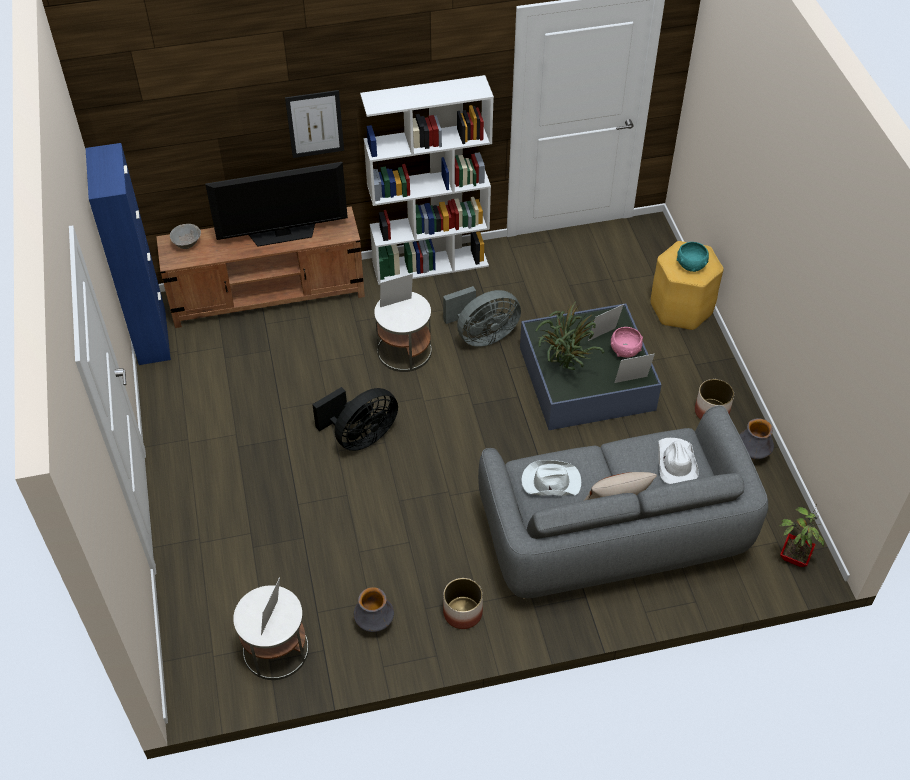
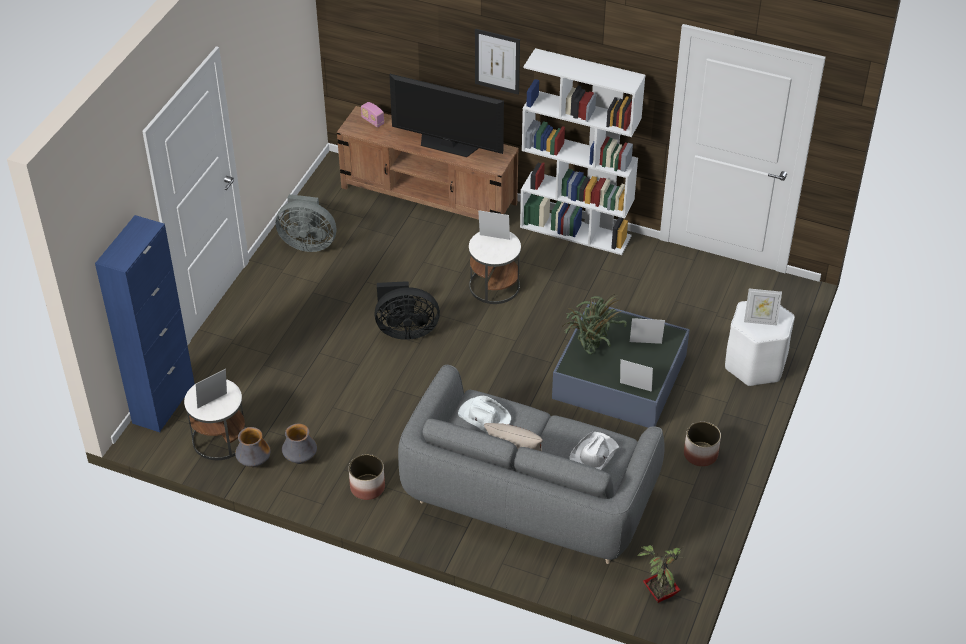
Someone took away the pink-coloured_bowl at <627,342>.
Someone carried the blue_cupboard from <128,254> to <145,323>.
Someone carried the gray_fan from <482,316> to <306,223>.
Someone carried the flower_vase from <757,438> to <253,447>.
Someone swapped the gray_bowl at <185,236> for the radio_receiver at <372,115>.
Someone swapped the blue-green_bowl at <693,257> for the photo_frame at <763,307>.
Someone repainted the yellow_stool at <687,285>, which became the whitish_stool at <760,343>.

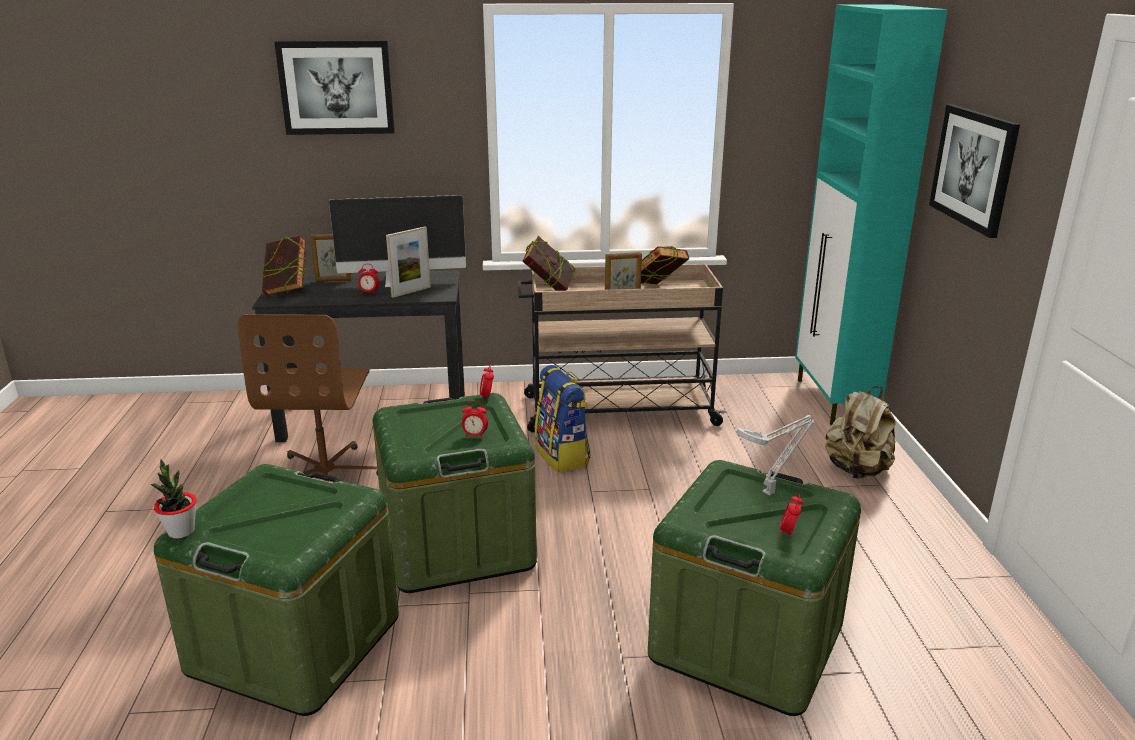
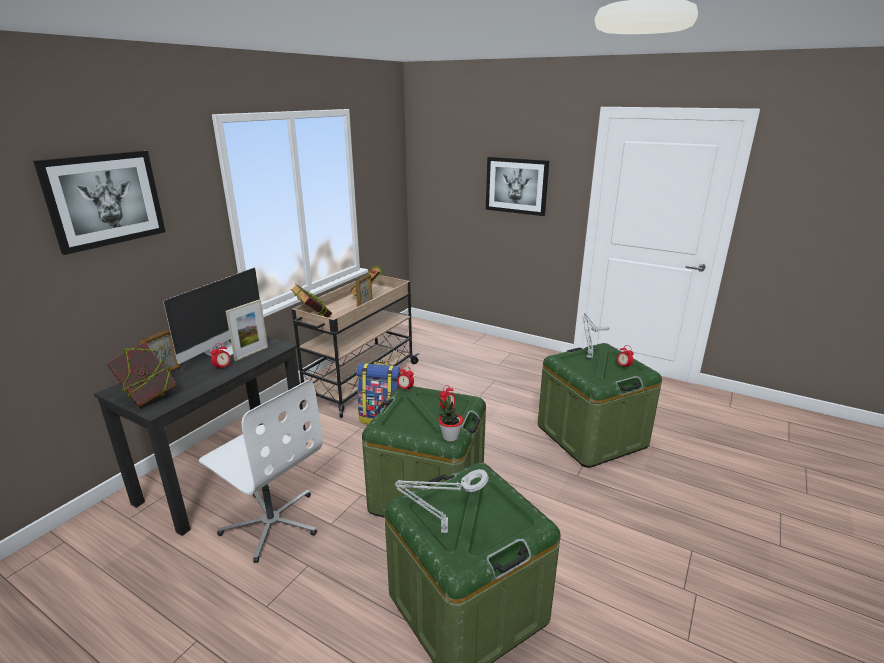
Someone took away the blue-green_cupboard at <871,215>.
Someone took away the beige_knapsack at <860,432>.
Someone put down the gray_tabletop_lamp at <442,501>.
Someone carried the potted_plant from <174,498> to <450,419>.
Someone repainted the brownish_desk_chair at <308,398>, which became the whitish_desk_chair at <261,471>.
Someone rotated the photo_frame at <408,262> by 45 degrees clockwise.

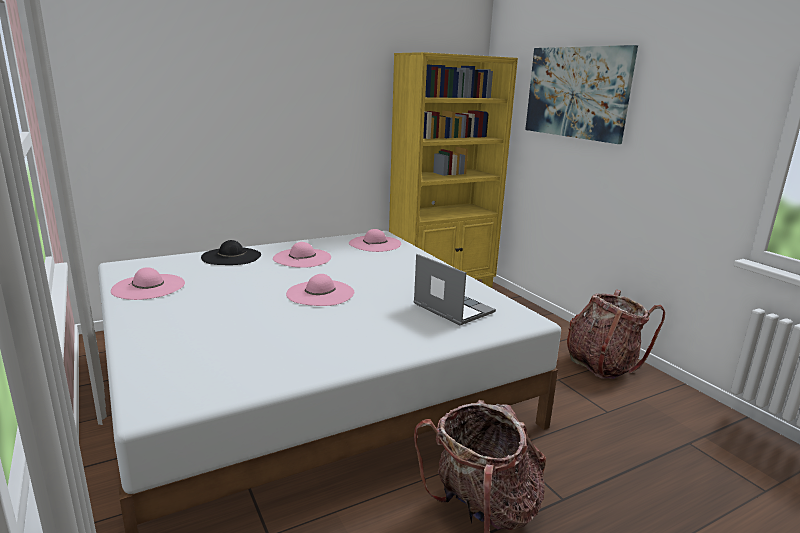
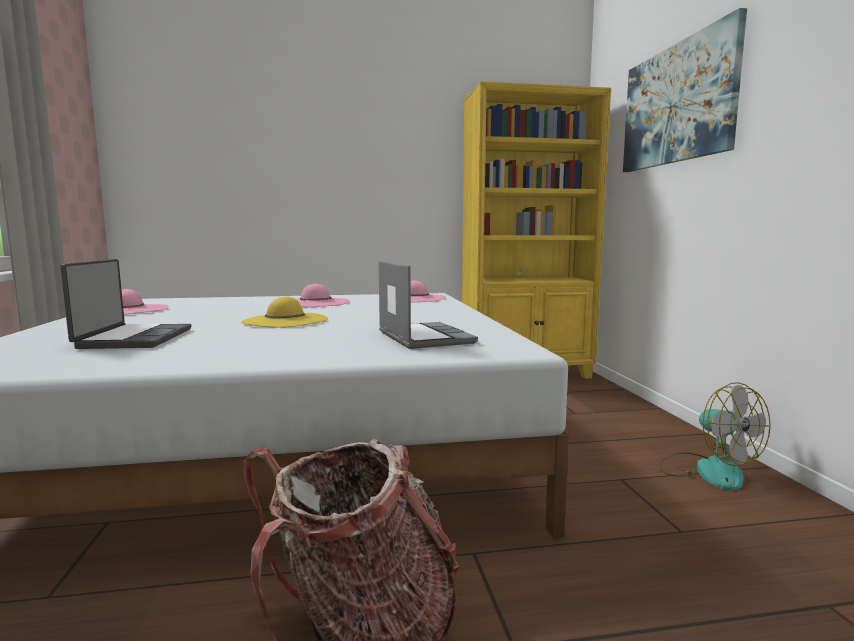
Someone took away the black_clothing_hat at <231,252>.
Someone put down the notebook_computer at <125,304>.
Someone swapped the knapsack at <616,334> for the fan at <715,436>.
Someone repainted the pink-coloured_clothing_hat at <320,290>, which became the yellow_clothing_hat at <284,312>.

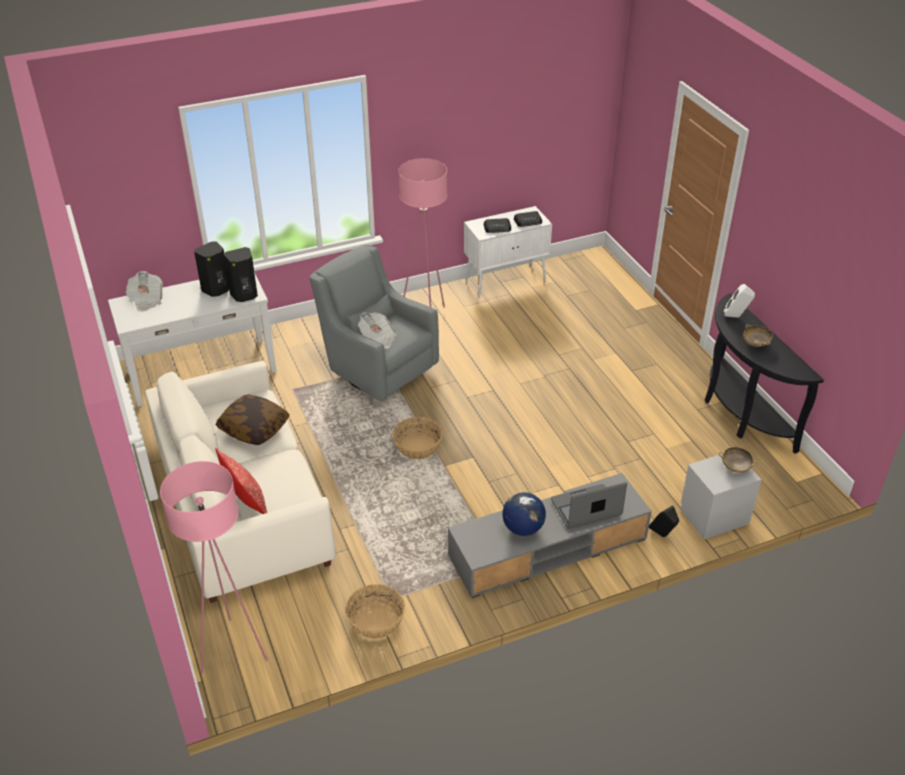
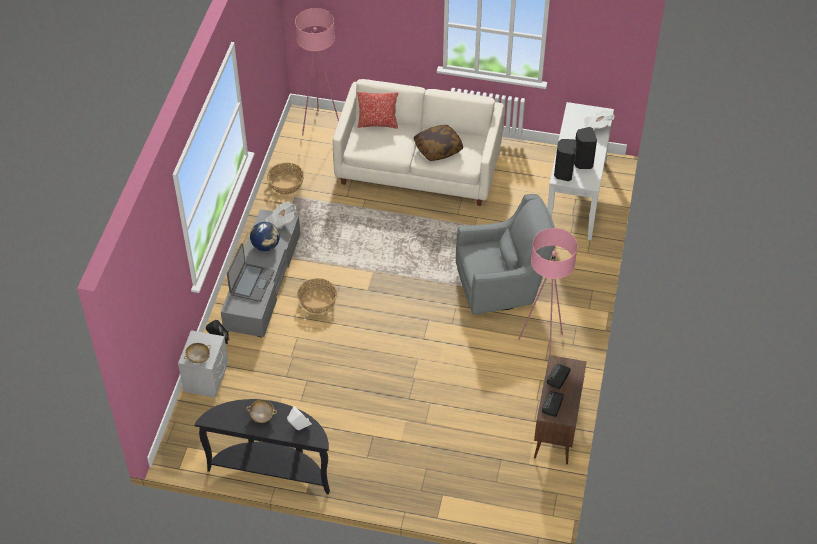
Someone carried the newspaper from <377,330> to <280,215>.
Someone carried the storage_basket from <417,438> to <317,296>.
Someone repainted the whitish_cupboard at <508,252>, which became the brownish_cupboard at <560,409>.

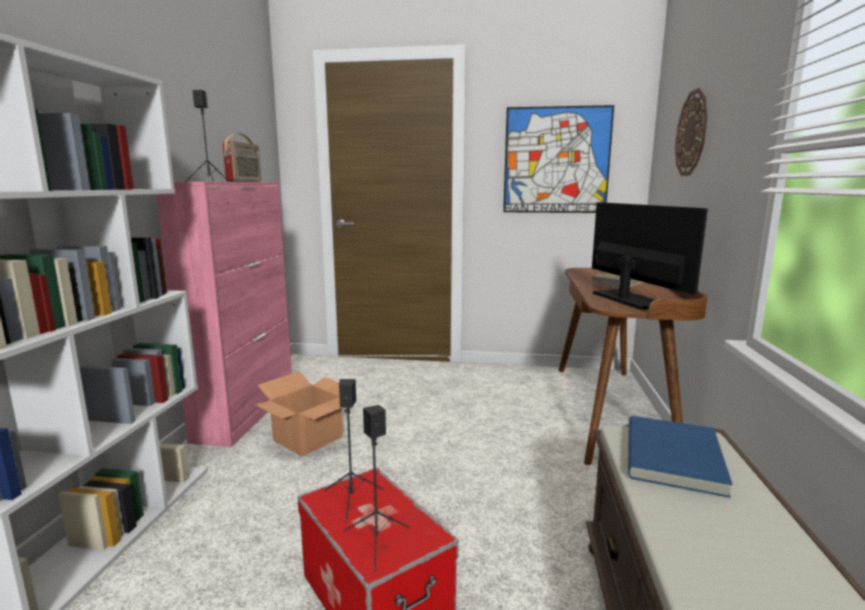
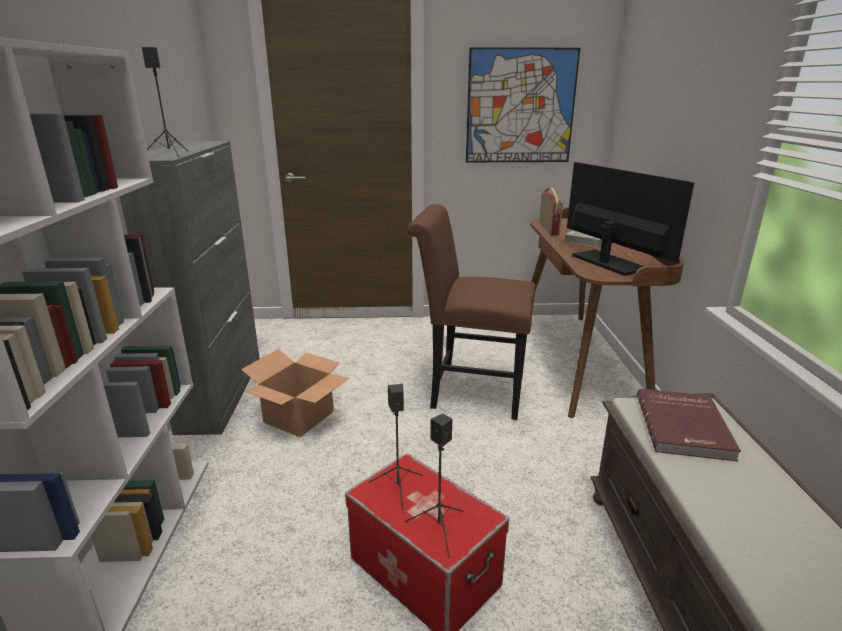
Someone took away the wall_clock at <691,132>.
Someone put down the brownish_upright_chair at <471,312>.
Someone carried the radio_receiver from <241,157> to <551,211>.
Someone repainted the pink-coloured_cupboard at <224,314>, which became the gray_cupboard at <190,288>.
Someone repainted the blue_bound_book at <680,457>, which became the red_bound_book at <689,425>.

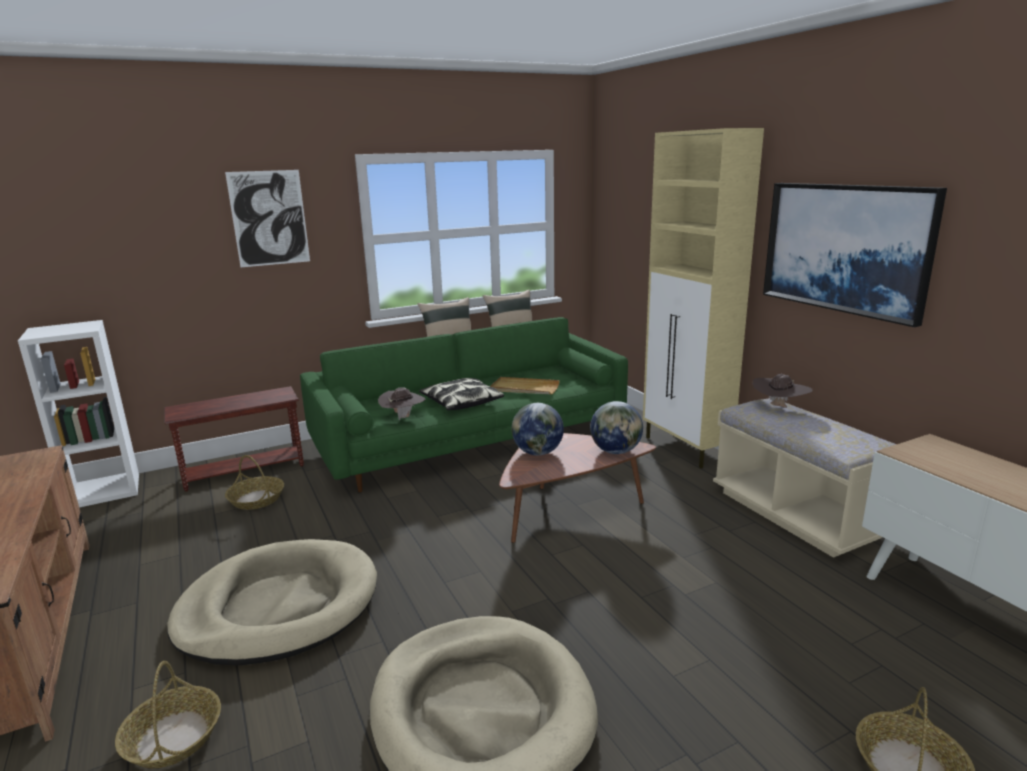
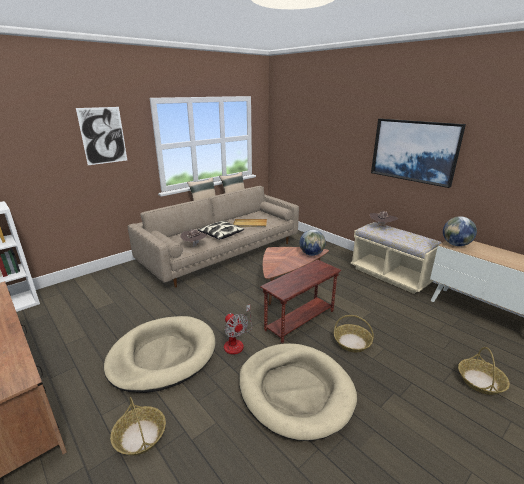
Someone took away the beige_cupboard at <703,298>.
Someone put down the fan at <238,329>.
Someone carried the brownish_accent_table from <234,439> to <300,301>.
Someone carried the storage_basket from <254,482> to <354,333>.
Someone carried the desk_globe from <538,429> to <460,231>.
Someone repainted the green_couch at <464,404>, which became the beige_couch at <213,237>.

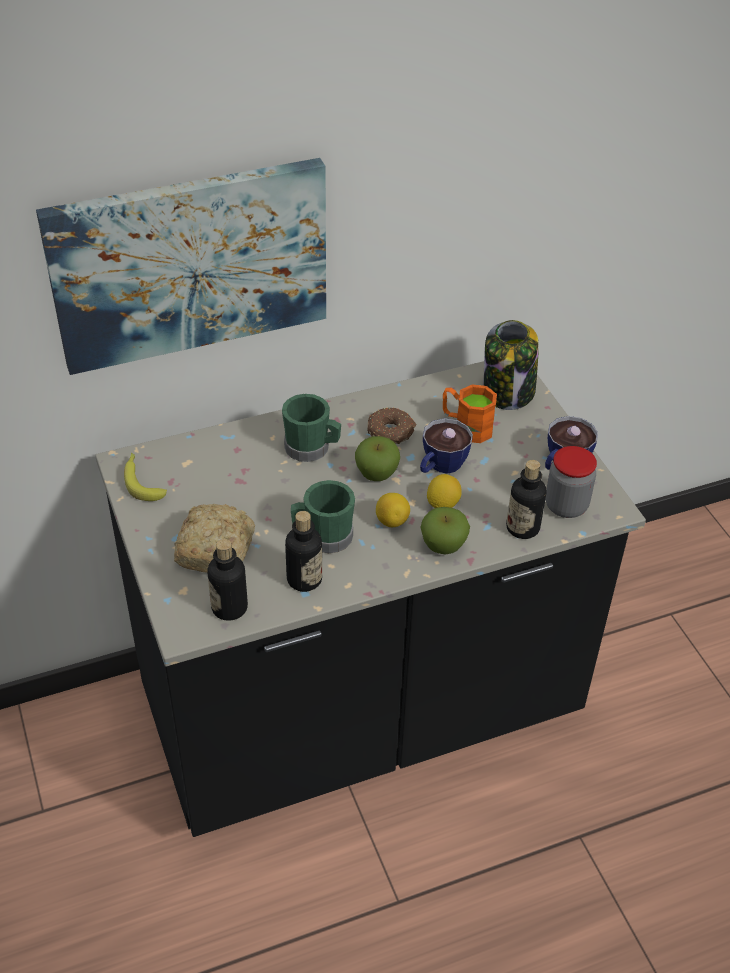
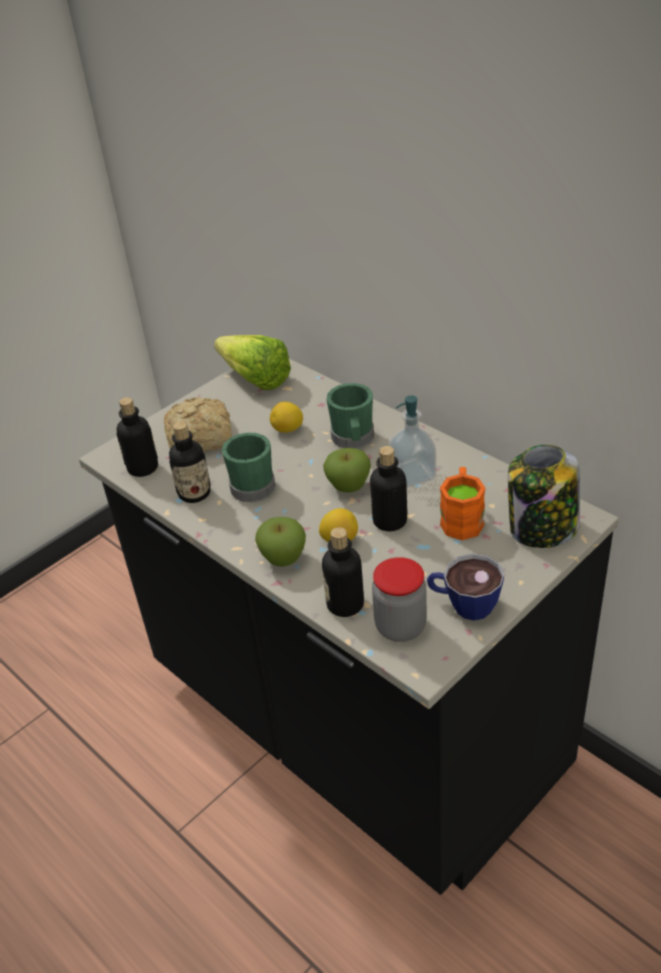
Someone took away the picture at <181,266>.
Someone carried the citrus_fruit from <393,510> to <286,417>.
Someone swapped the banana at <145,477> for the head_of_lettuce at <252,362>.
Someone swapped the ring_doughnut at <392,425> for the soap_bottle at <412,441>.
Someone swapped the small_cup at <446,446> for the drink_bottle at <389,488>.

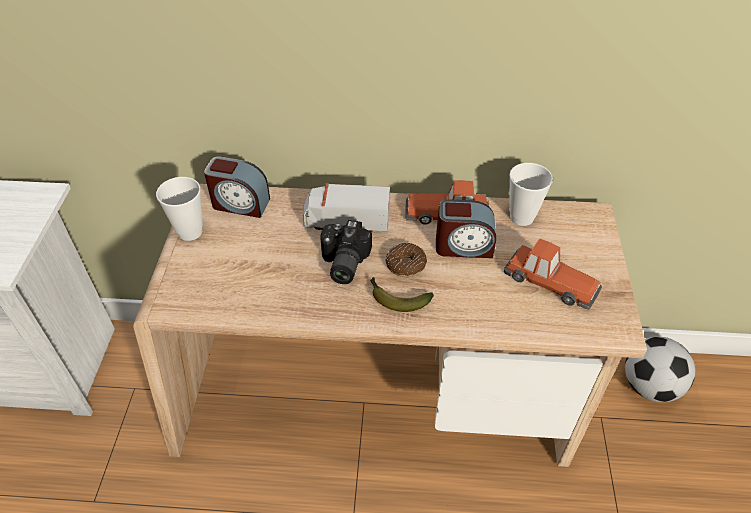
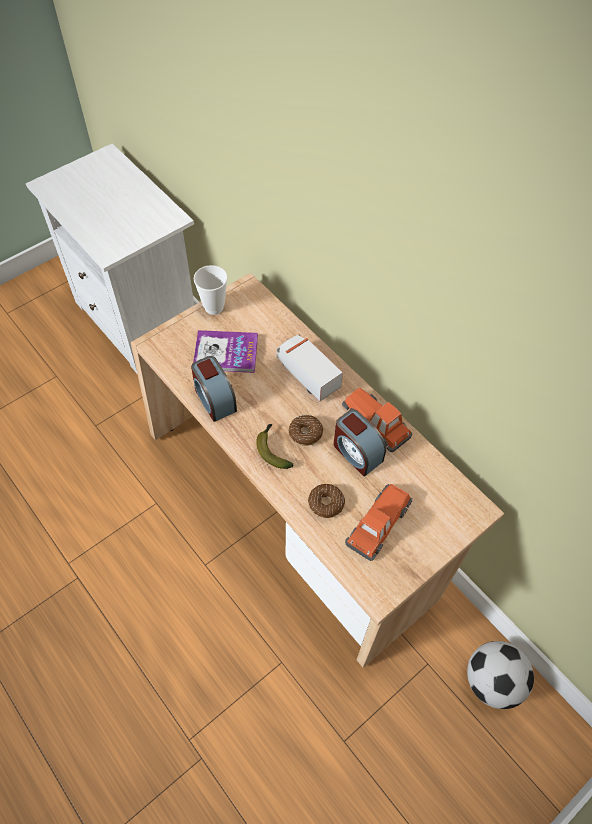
Someone took away the still_camera at <346,252>.
Someone took away the small_cup at <531,194>.
Someone put down the bound_book at <225,351>.
Someone put down the ring_doughnut at <326,501>.
Someone carried the bedside_clock from <237,187> to <214,389>.
Someone rotated the toy_car at <553,274> by 135 degrees counterclockwise.

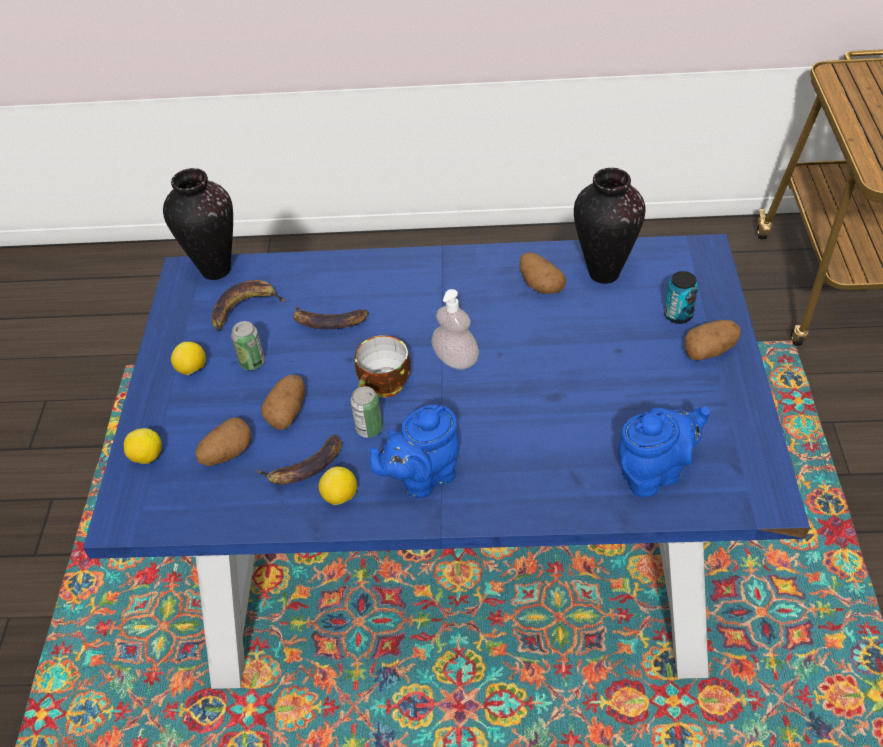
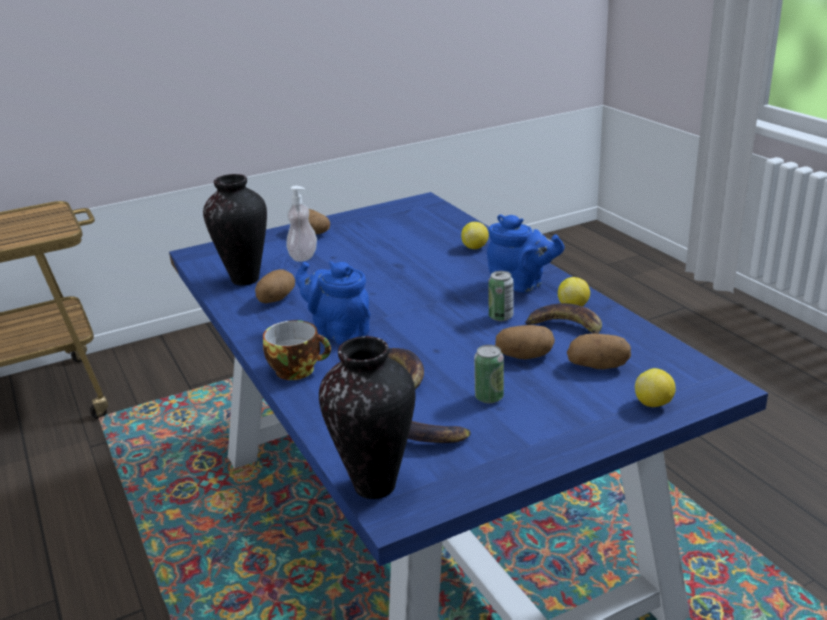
Someone took away the metal_can at <681,297>.
Someone carried the citrus_fruit from <188,358> to <475,235>.
Someone carried the small_cup from <383,366> to <297,350>.
Someone carried the soap_bottle from <455,329> to <301,224>.
Someone carried the blue_pot_for_tea from <664,451> to <332,303>.

